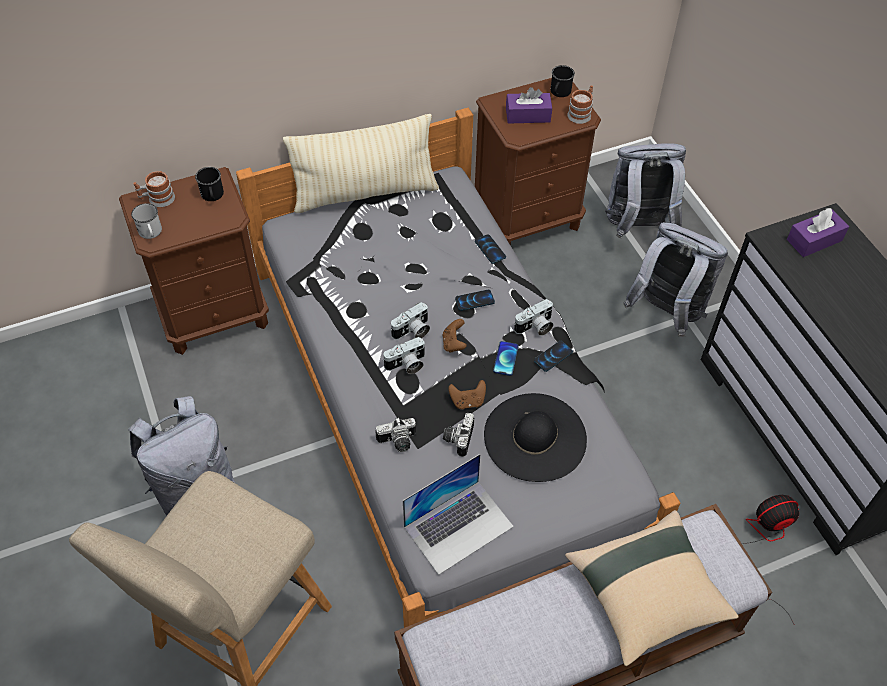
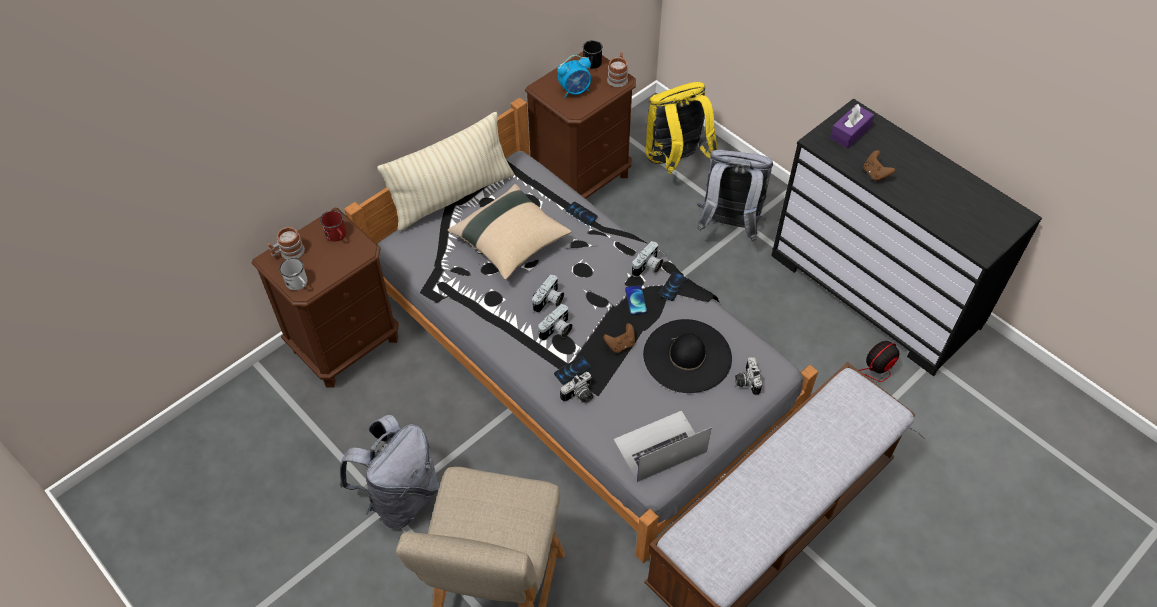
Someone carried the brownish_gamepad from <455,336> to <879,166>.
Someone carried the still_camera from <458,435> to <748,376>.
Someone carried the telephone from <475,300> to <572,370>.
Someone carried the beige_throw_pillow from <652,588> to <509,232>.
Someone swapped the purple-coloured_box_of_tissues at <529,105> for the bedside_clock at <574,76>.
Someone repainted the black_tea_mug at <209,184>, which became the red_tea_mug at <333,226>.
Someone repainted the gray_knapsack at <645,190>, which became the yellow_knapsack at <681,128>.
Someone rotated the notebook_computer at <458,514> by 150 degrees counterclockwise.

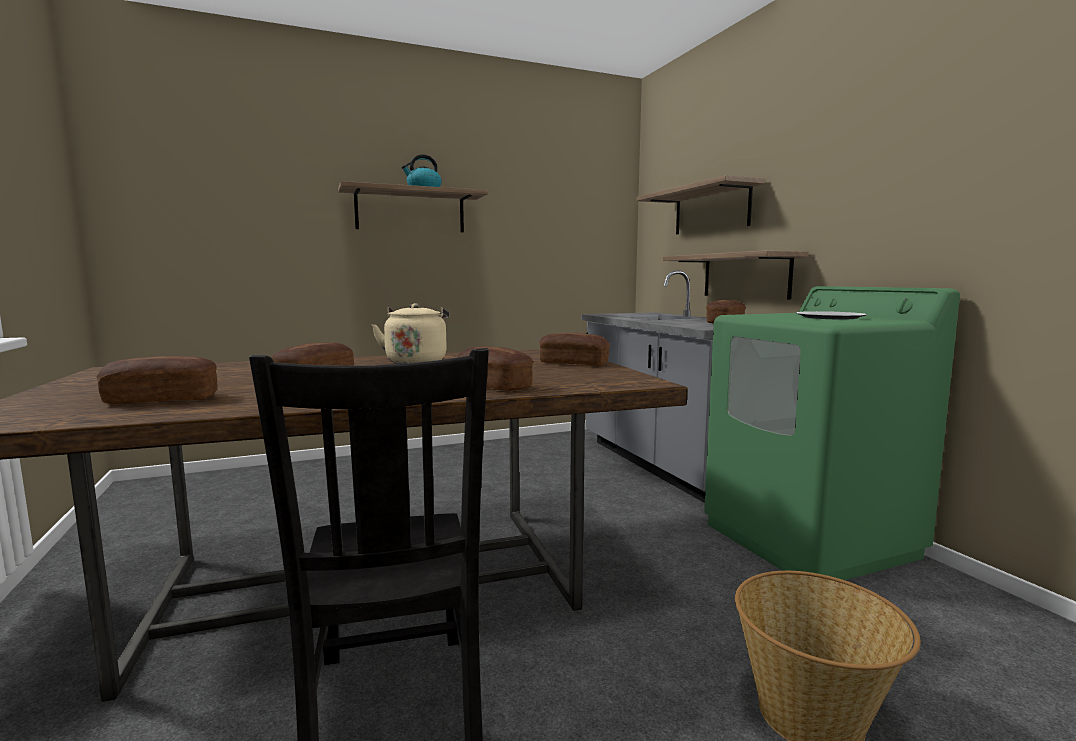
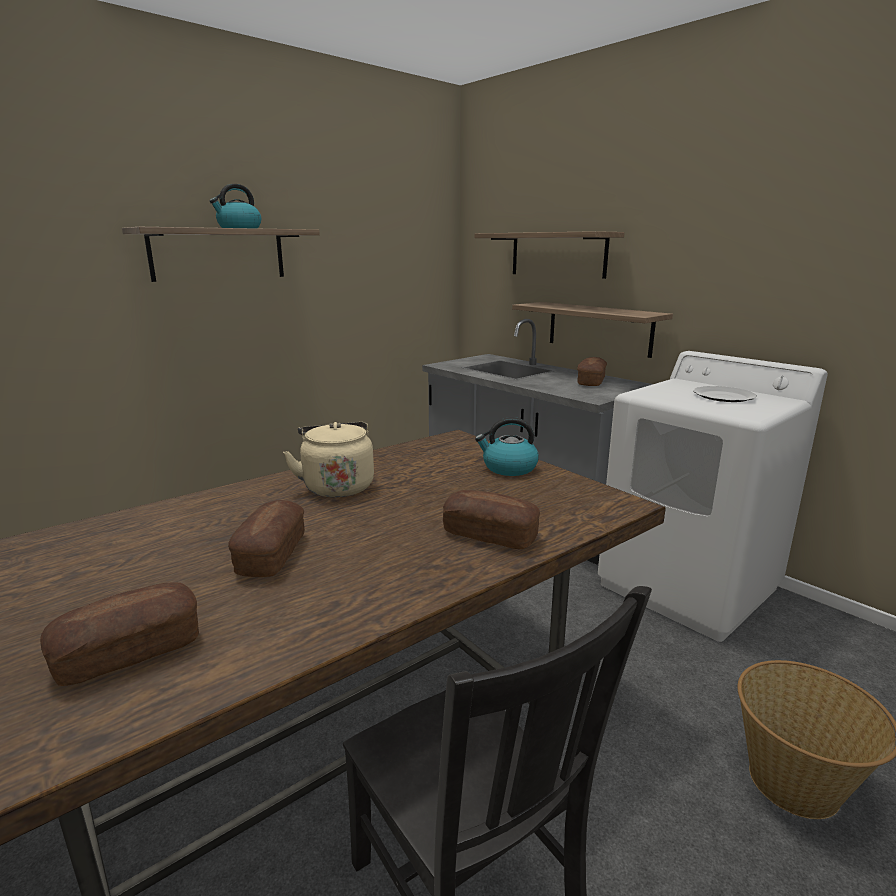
Someone swapped the baked_bread at <574,349> for the water_kettle at <507,446>.
Someone repainted the green_washing_machine at <832,433>, which became the whitish_washing_machine at <713,496>.

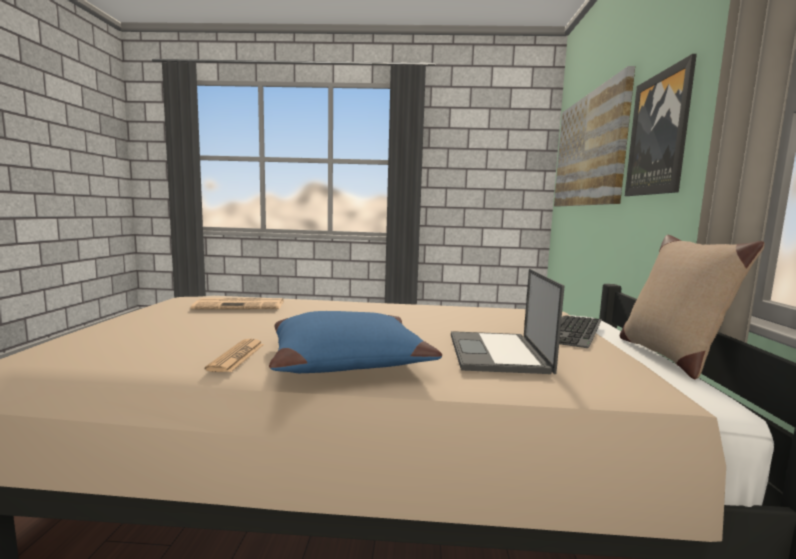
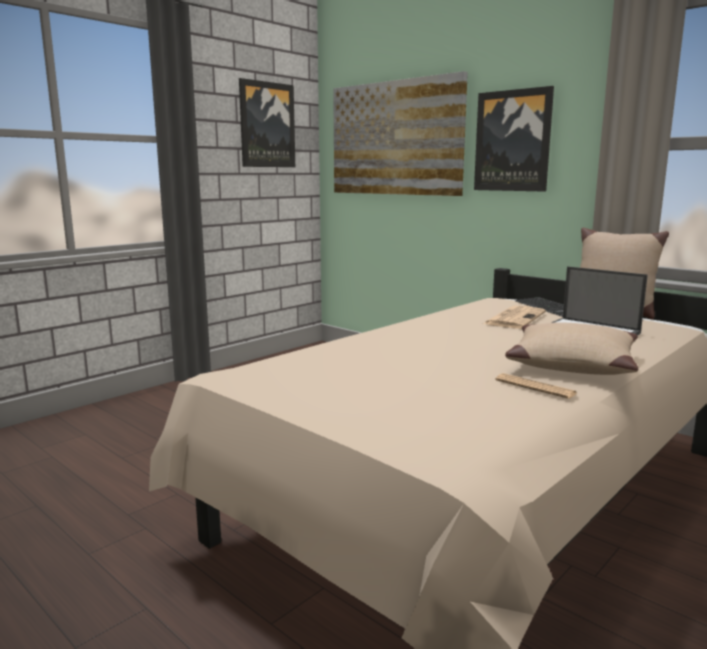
Someone put up the picture at <267,122>.
Someone carried the newspaper from <237,303> to <514,317>.
Someone repainted the blue_throw_pillow at <355,342>, which became the beige_throw_pillow at <572,348>.

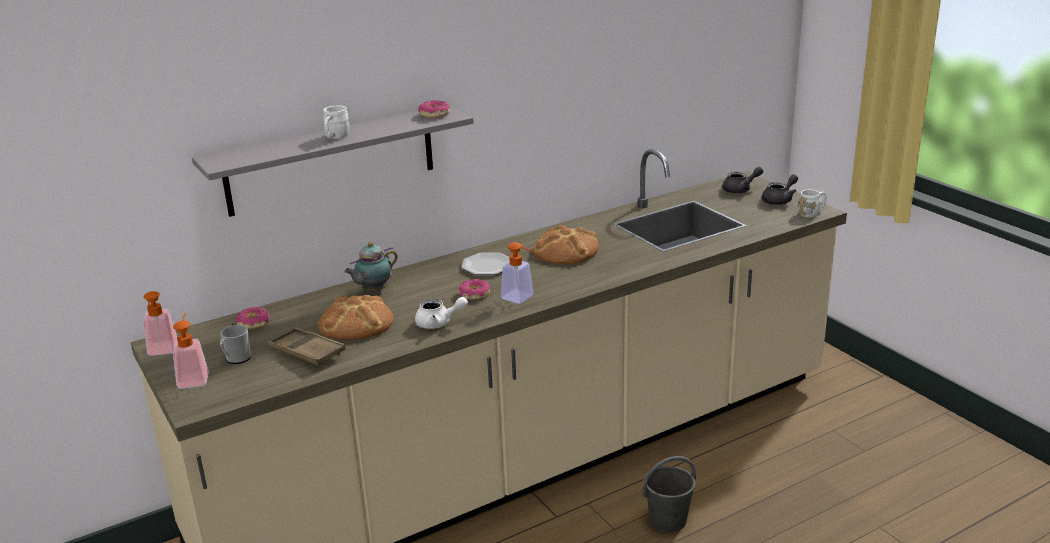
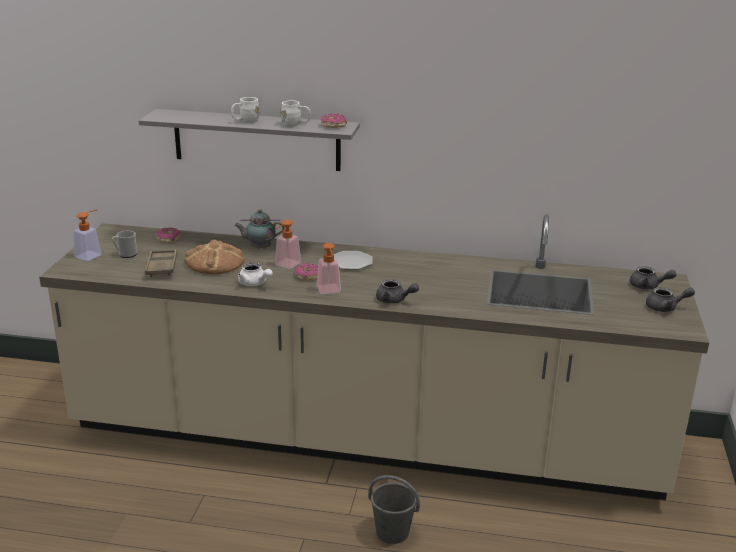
Someone took away the baked_bread at <566,244>.
Someone put down the gray_pot_for_tea at <397,291>.
Someone carried the soap_bottle from <160,323> to <288,244>.
Someone carried the whitish_tea_mug from <813,203> to <295,113>.

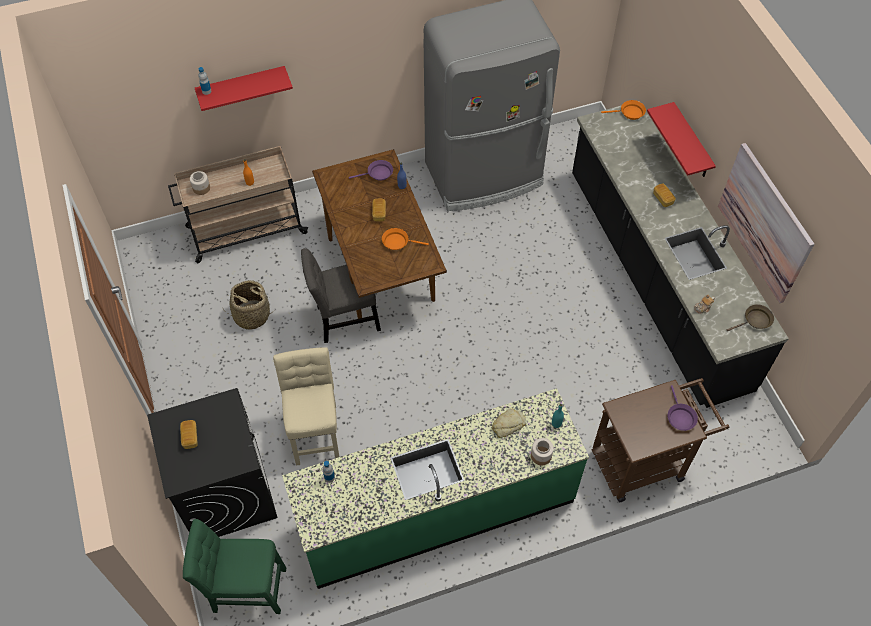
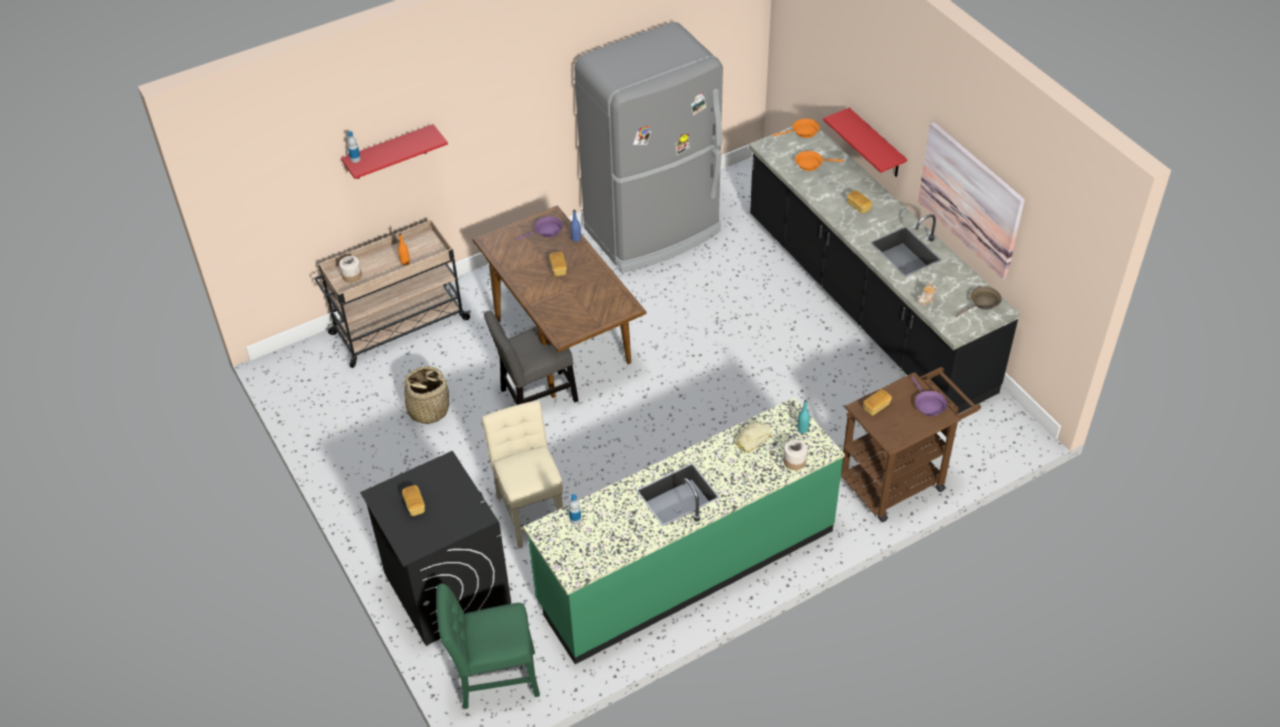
Someone put down the baked_bread at <877,402>.
Someone carried the orangey_frying_pan from <405,239> to <819,161>.

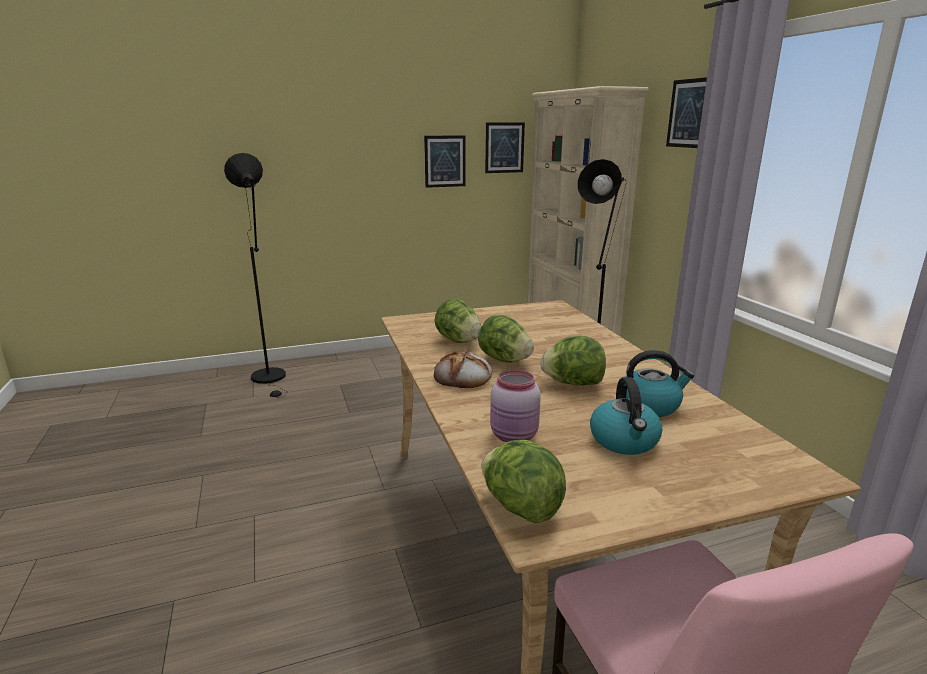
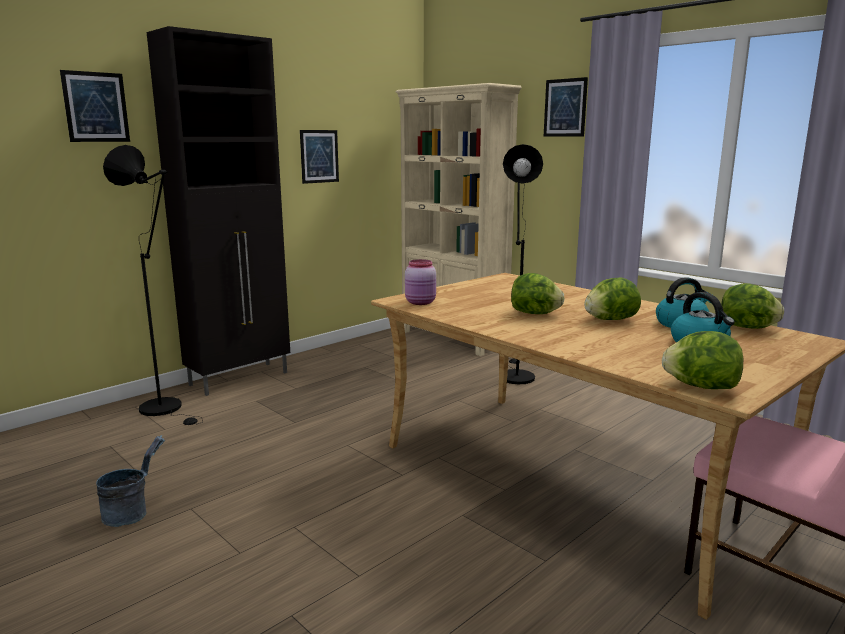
Someone took away the baked_bread at <463,369>.
Someone put down the gray_pail at <130,481>.
Someone put down the black_cupboard at <218,211>.
Someone carried the head_of_lettuce from <458,321> to <752,306>.
Someone carried the picture from <505,147> to <95,106>.
Someone carried the pink-coloured_preserve_jar from <515,406> to <420,282>.

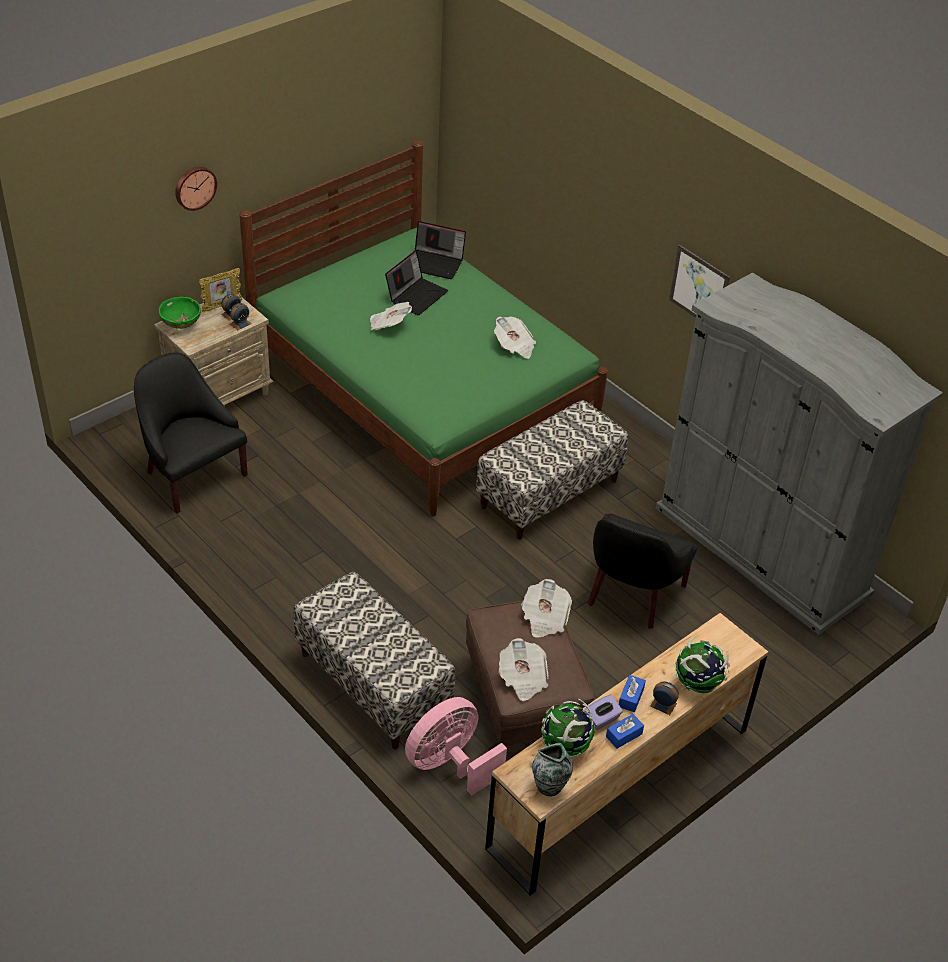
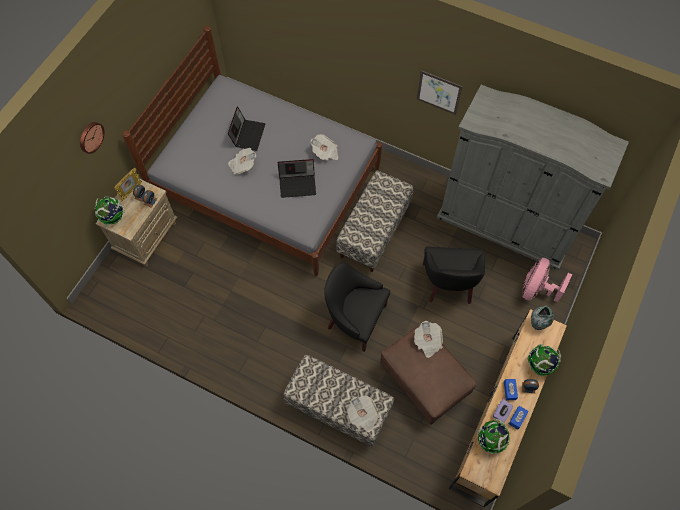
Someone carried the black_lounge_chair from <191,432> to <357,307>.
Someone carried the pink-coloured_fan from <456,746> to <547,279>.
Someone carried the notebook_computer from <440,250> to <297,178>.
Someone carried the newspaper from <523,669> to <363,414>.
Someone carried the flower_vase from <552,770> to <542,317>.
Someone swapped the green_bowl at <180,313> for the desk_globe at <110,210>.
Someone repainted the green_bed at <423,328>, which became the gray_bed at <252,151>.

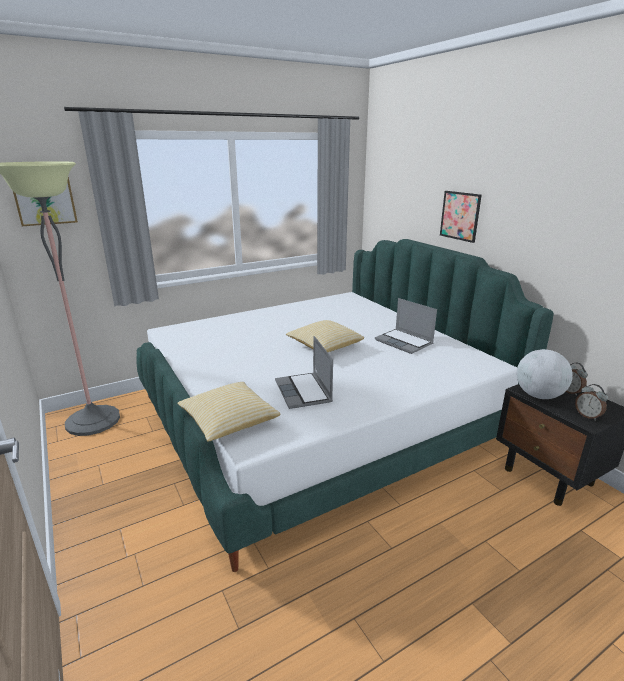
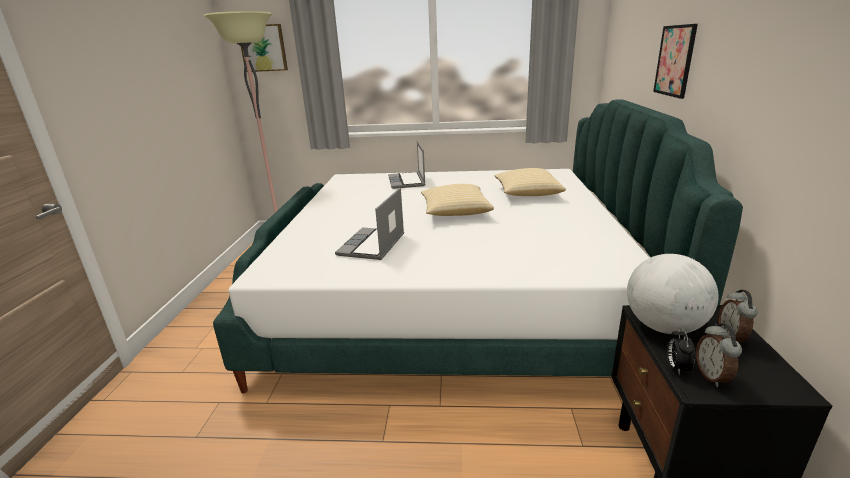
Someone put down the bedside_clock at <681,351>.
Someone carried the throw_pillow from <229,412> to <530,182>.
Someone carried the notebook_computer from <406,326> to <406,165>.

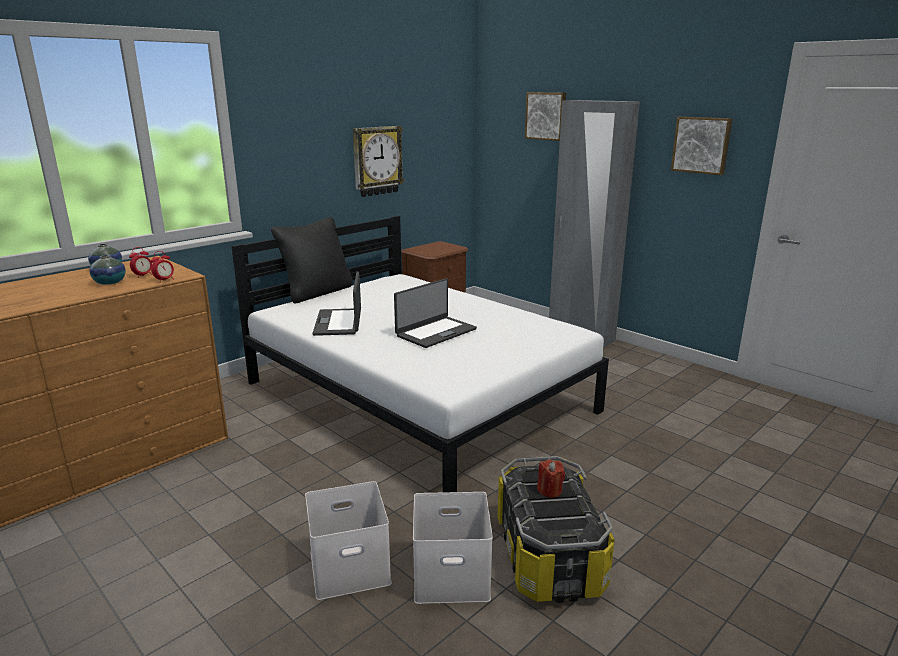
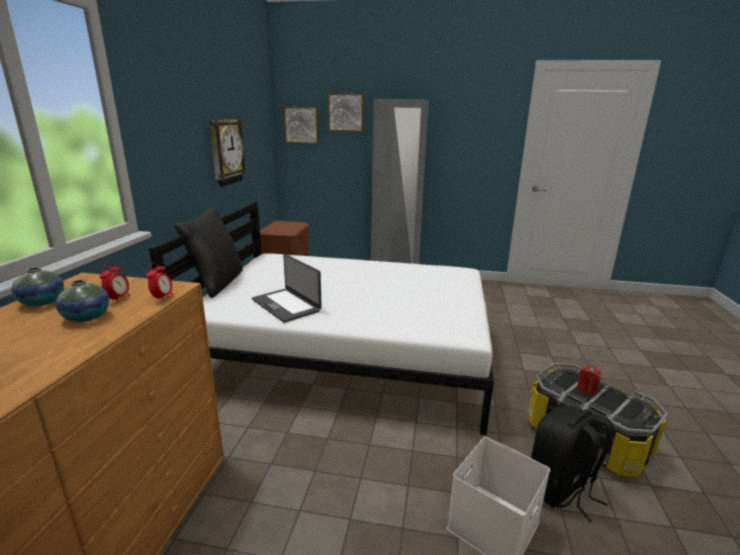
Someone took away the notebook_computer at <435,313>.
Someone carried the picture from <701,145> to <301,125>.
Someone swapped the whitish_storage_bin at <453,548> for the black_knapsack at <572,463>.

